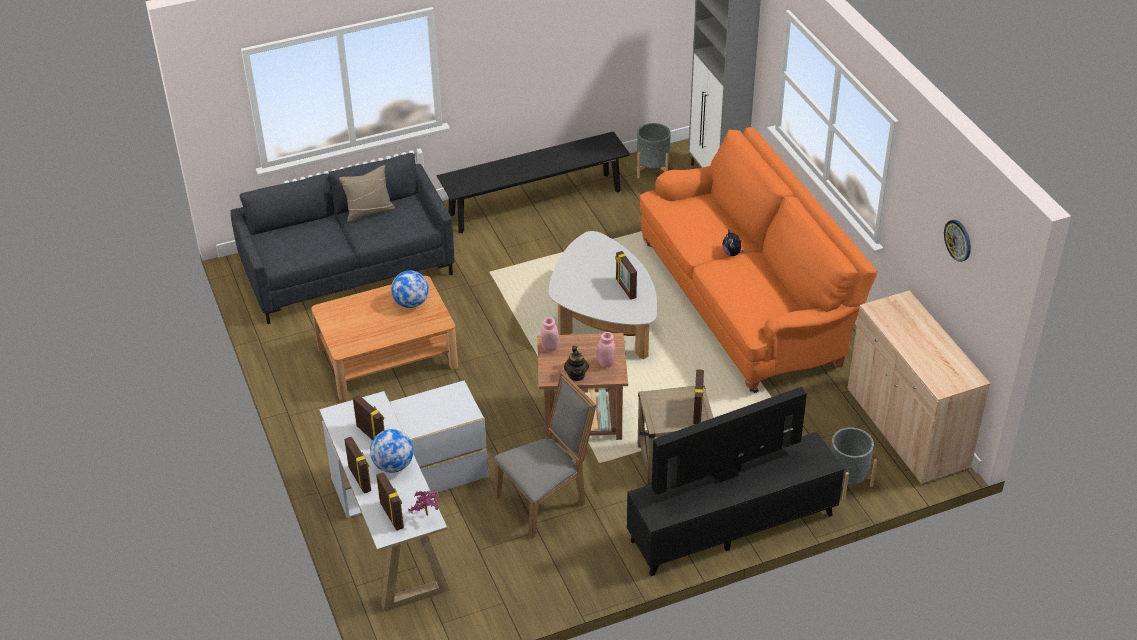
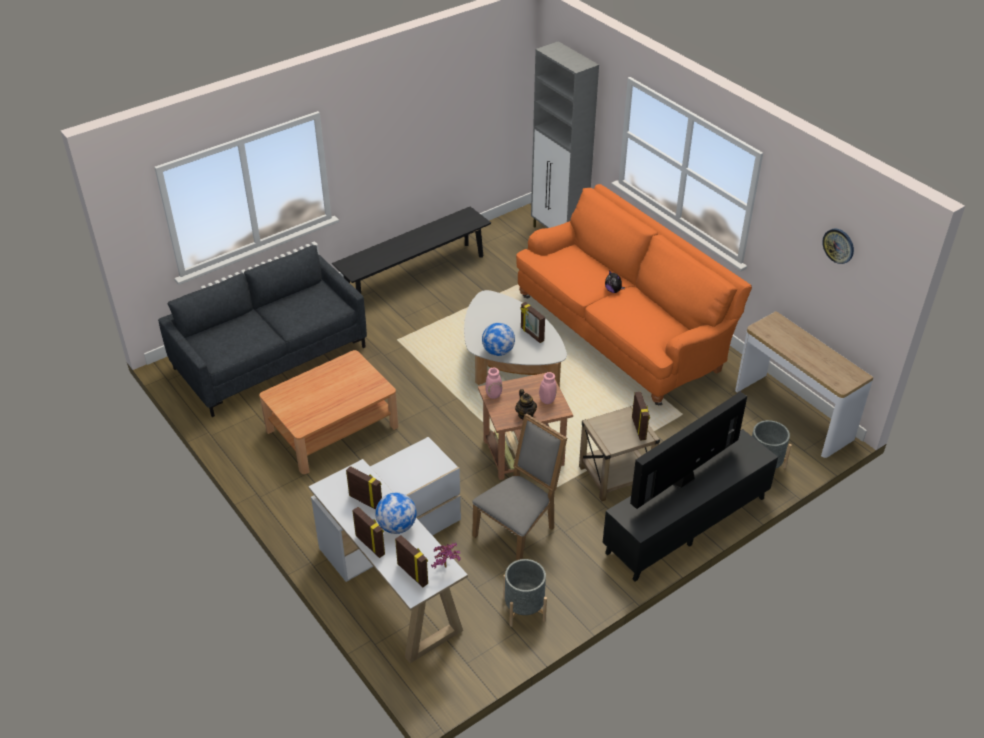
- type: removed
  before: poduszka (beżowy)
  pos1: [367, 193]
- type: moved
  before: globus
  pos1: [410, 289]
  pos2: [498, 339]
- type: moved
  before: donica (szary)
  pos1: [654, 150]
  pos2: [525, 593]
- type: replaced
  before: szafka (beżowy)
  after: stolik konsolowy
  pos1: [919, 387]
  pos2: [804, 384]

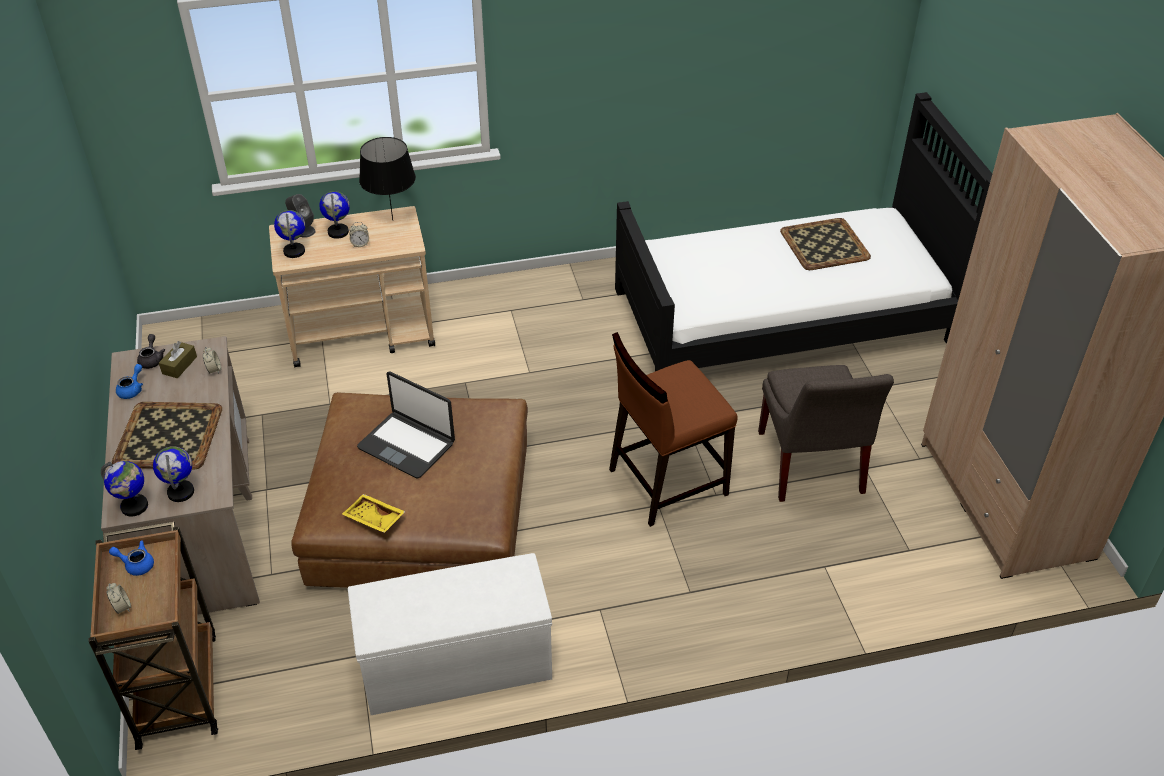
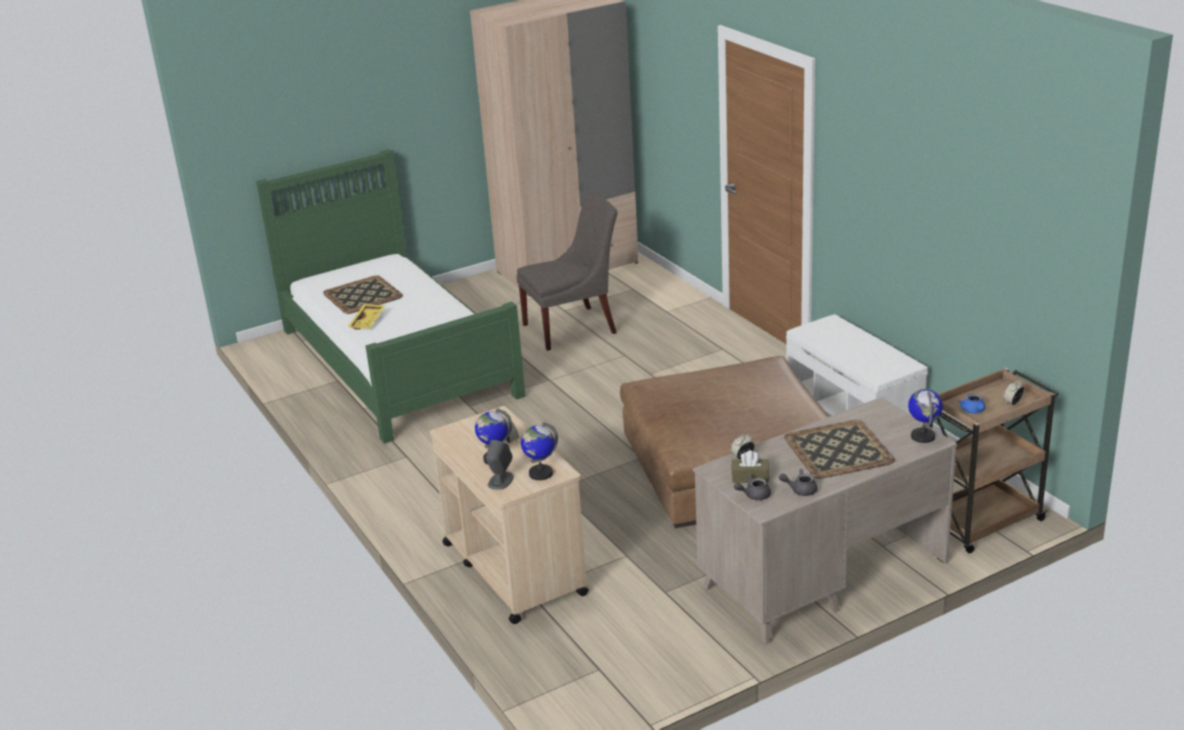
- type: recoloured
  before: imbryk (niebieski)
  after: imbryk (szary)
  pos1: [129, 381]
  pos2: [798, 482]
- type: removed
  before: globus
  pos1: [173, 474]
- type: moved
  before: taca (żółty)
  pos1: [374, 513]
  pos2: [366, 317]
- type: removed
  before: laptop
  pos1: [406, 425]
- type: removed
  before: lampa stołowa (czarny)
  pos1: [387, 179]
- type: removed
  before: krzesło (brązowy)
  pos1: [673, 429]
- type: recoloured
  before: łóżko (czarny)
  after: łóżko (zielony)
  pos1: [803, 231]
  pos2: [391, 296]

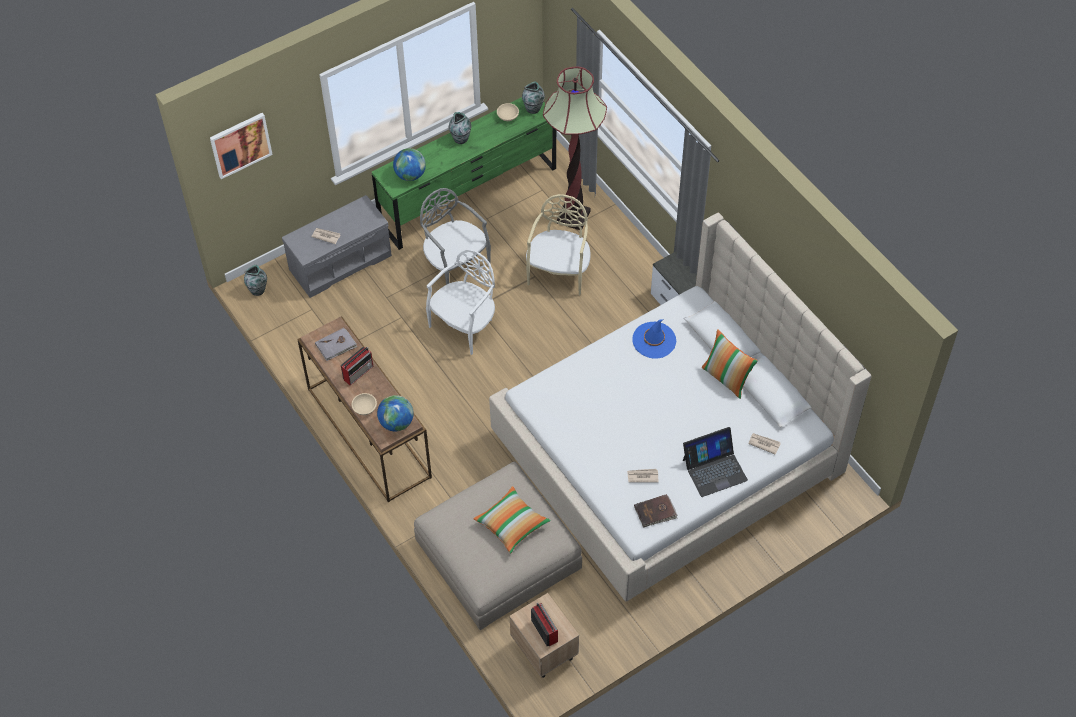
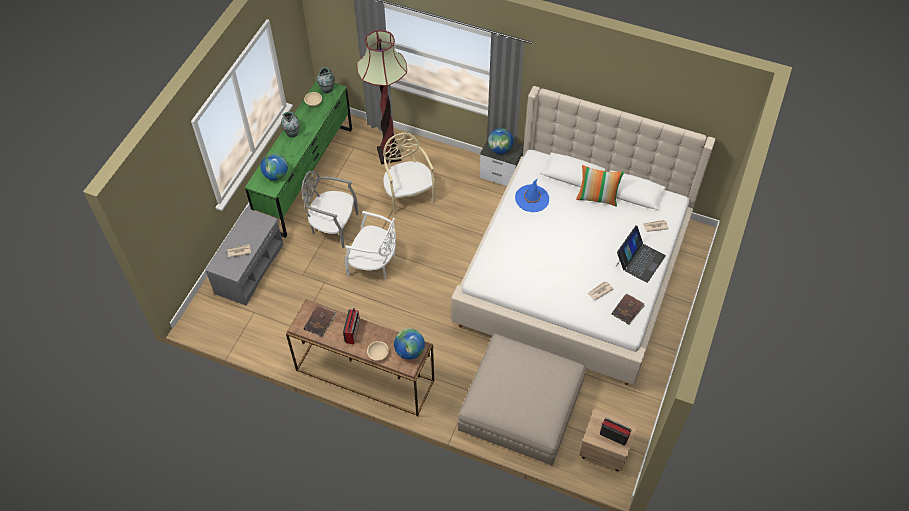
- type: removed
  before: obraz
  pos1: [241, 146]
- type: removed
  before: wazon
  pos1: [255, 280]
- type: recoloured
  before: książka (szary)
  after: książka (brązowy)
  pos1: [336, 344]
  pos2: [320, 321]
- type: turned
  before: krzesło (biały)
  pos1: [460, 302]
  pos2: [370, 245]
  turn: 105
- type: removed
  before: poduszka
  pos1: [512, 520]
- type: added
  after: globus
  pos2: [501, 141]

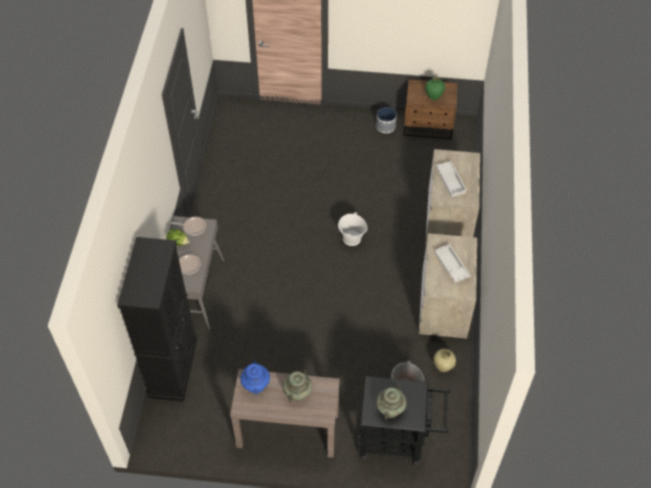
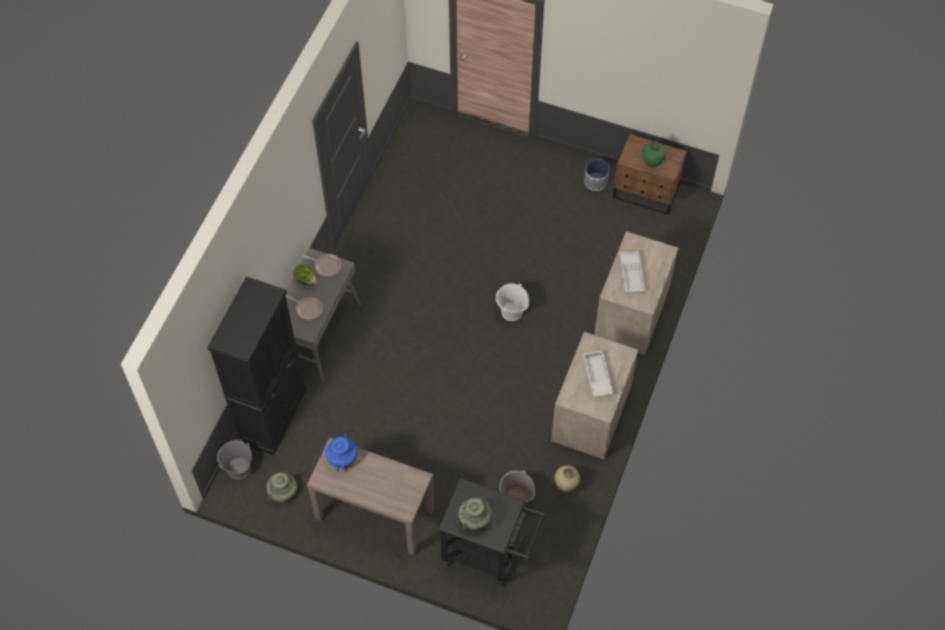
- type: moved
  before: wazon (turkusowy)
  pos1: [298, 386]
  pos2: [281, 487]
- type: added
  after: wiadro (szary)
  pos2: [234, 459]

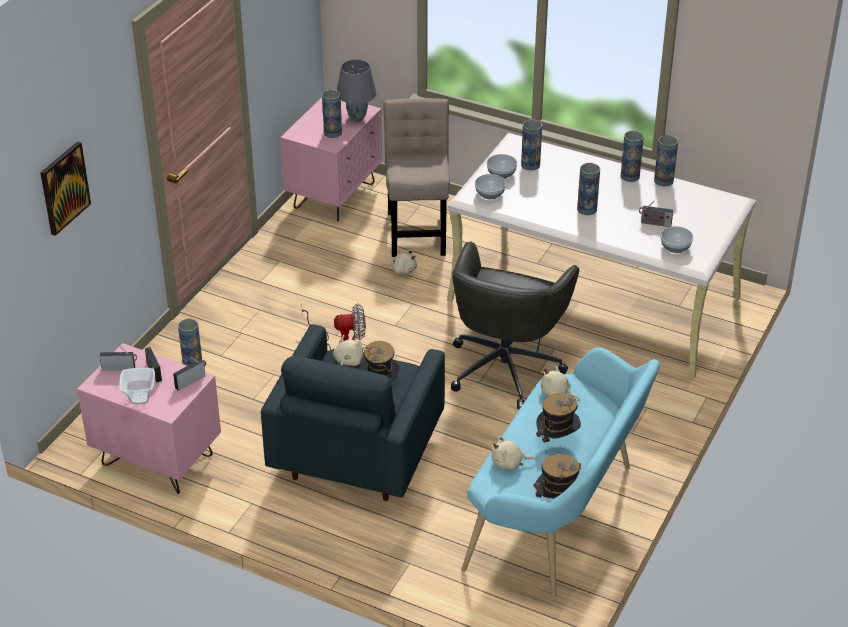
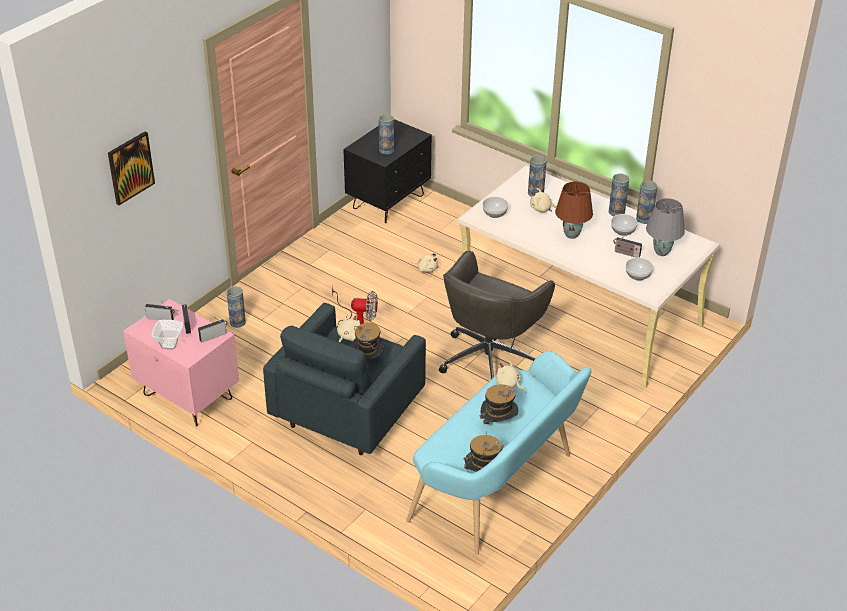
- type: recoloured
  before: szafka nocna (różowy)
  after: szafka nocna (czarny)
  pos1: [331, 159]
  pos2: [387, 171]
- type: moved
  before: lampa stołowa (szary)
  pos1: [357, 90]
  pos2: [665, 227]
- type: removed
  before: krzesło (beżowy)
  pos1: [416, 177]
- type: moved
  before: miska
  pos1: [502, 166]
  pos2: [624, 225]
- type: moved
  before: pluszak (beżowy)
  pos1: [513, 453]
  pos2: [543, 200]
- type: replaced
  before: wazon
  after: lampa stołowa (brązowy)
  pos1: [588, 189]
  pos2: [574, 210]

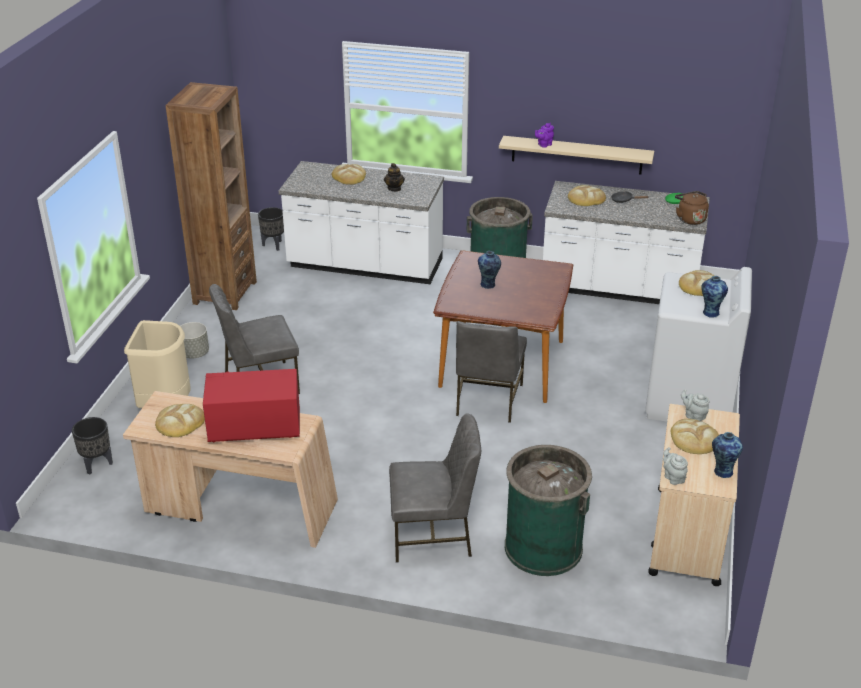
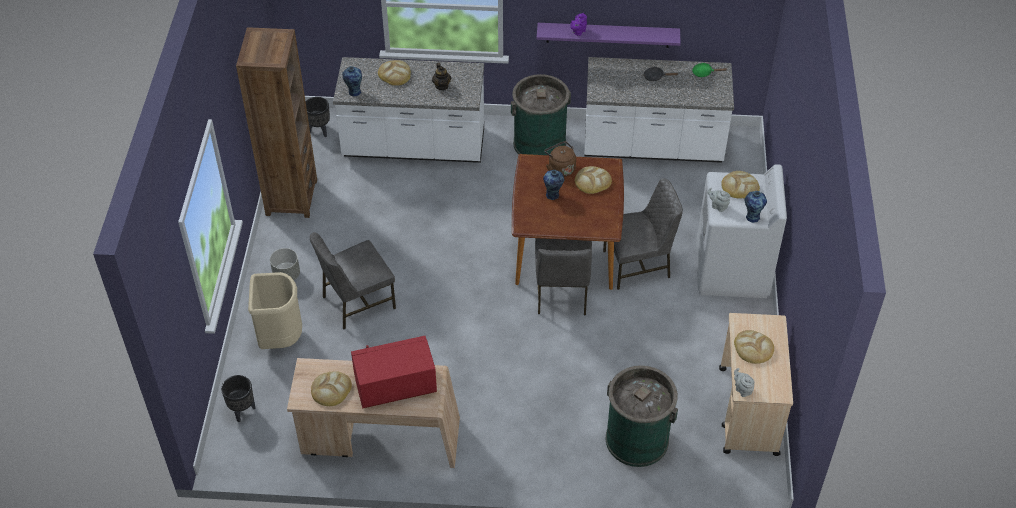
- type: moved
  before: krzesło (szary)
  pos1: [435, 487]
  pos2: [643, 234]
- type: recoloured
  before: półka (beżowy)
  after: półka (fioletowy)
  pos1: [576, 155]
  pos2: [608, 35]
- type: moved
  before: chleb
  pos1: [587, 195]
  pos2: [593, 180]
- type: moved
  before: czajnik (brązowy)
  pos1: [692, 208]
  pos2: [560, 159]
- type: moved
  before: imbryk (szary)
  pos1: [695, 405]
  pos2: [718, 200]
- type: moved
  before: wazon
  pos1: [727, 455]
  pos2: [352, 81]

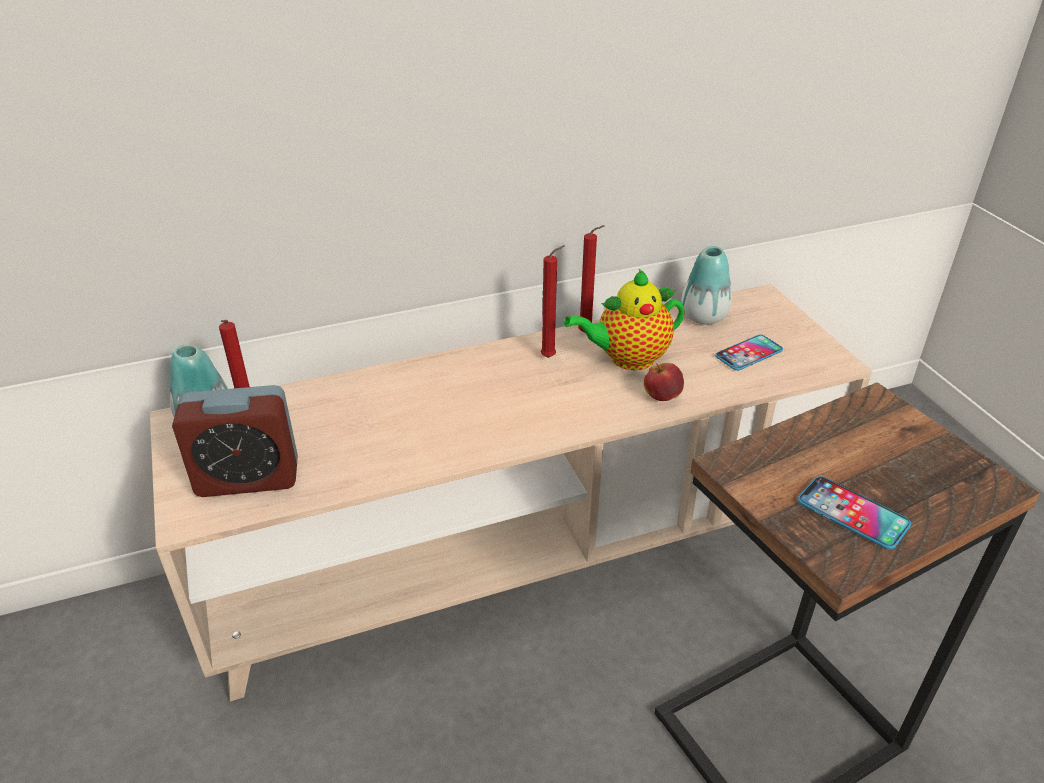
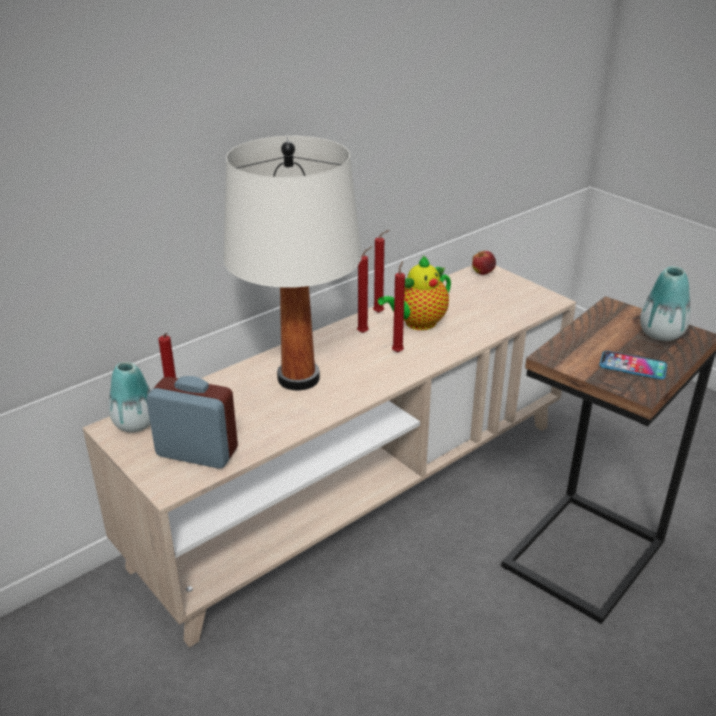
- type: turned
  before: budzik
  pos1: [235, 441]
  pos2: [192, 422]
  turn: -135
- type: moved
  before: jabłko
  pos1: [664, 382]
  pos2: [484, 263]
- type: moved
  before: wazon
  pos1: [706, 285]
  pos2: [665, 303]
- type: removed
  before: telefon
  pos1: [749, 353]
- type: added
  after: lampa stołowa (biały)
  pos2: [292, 263]
- type: added
  after: świeca (czerwony)
  pos2: [398, 306]

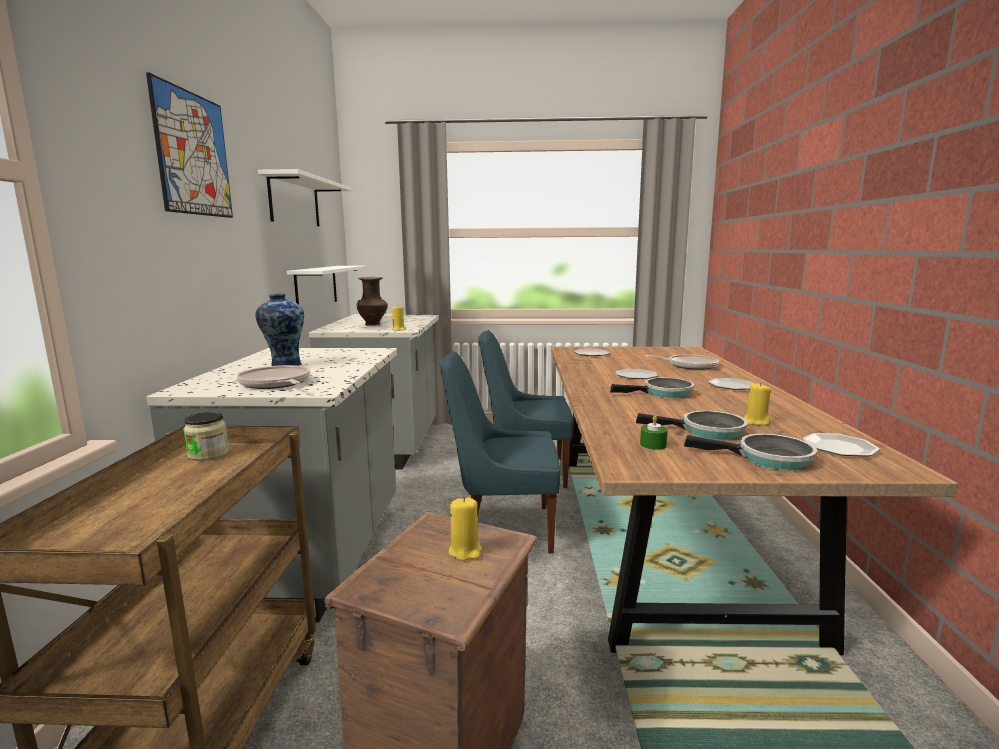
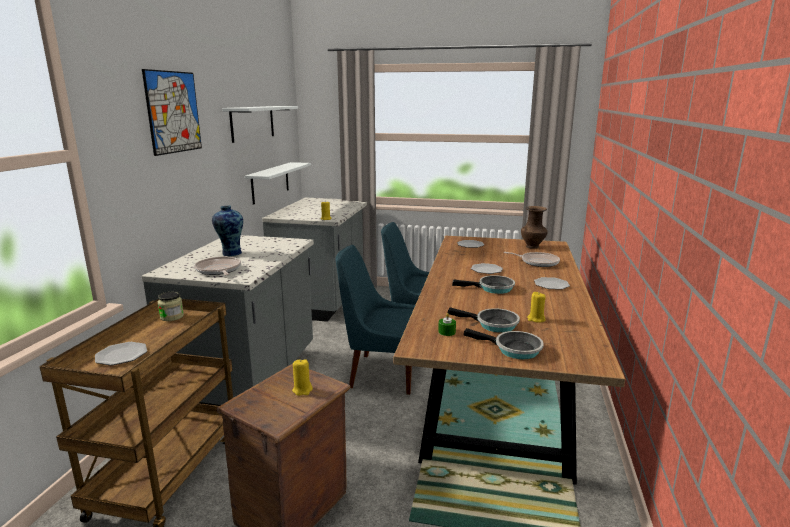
- type: moved
  before: wazon (brązowy)
  pos1: [371, 301]
  pos2: [534, 227]
- type: moved
  before: talerz
  pos1: [841, 445]
  pos2: [121, 354]

